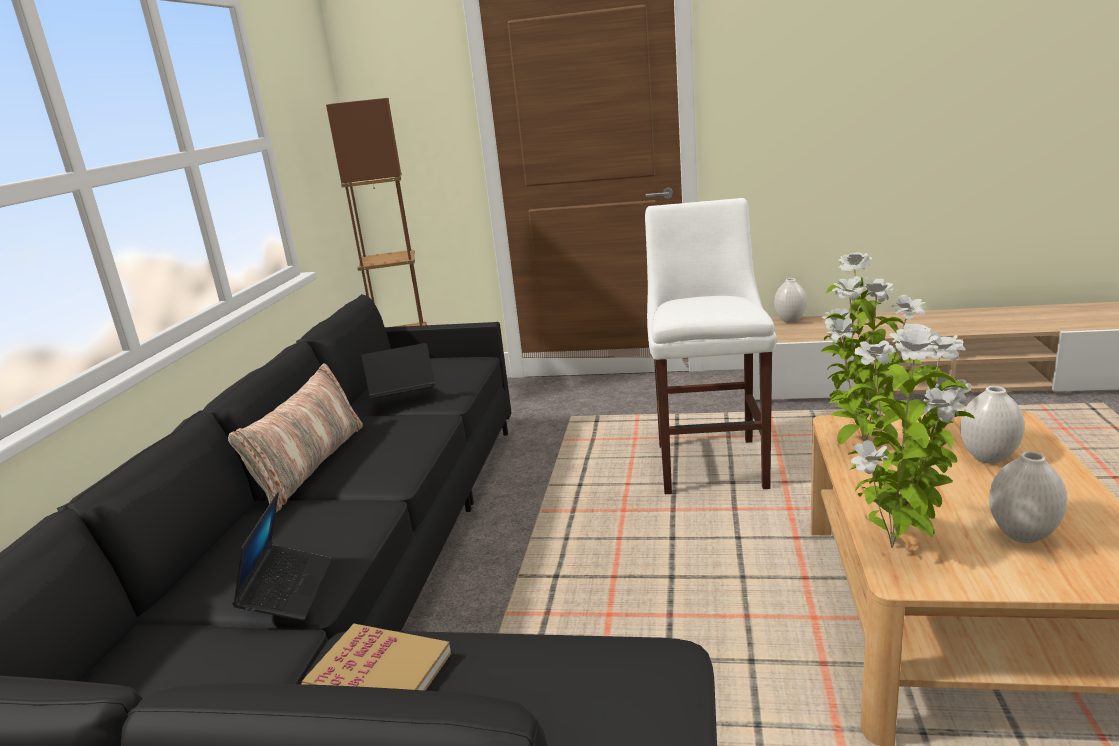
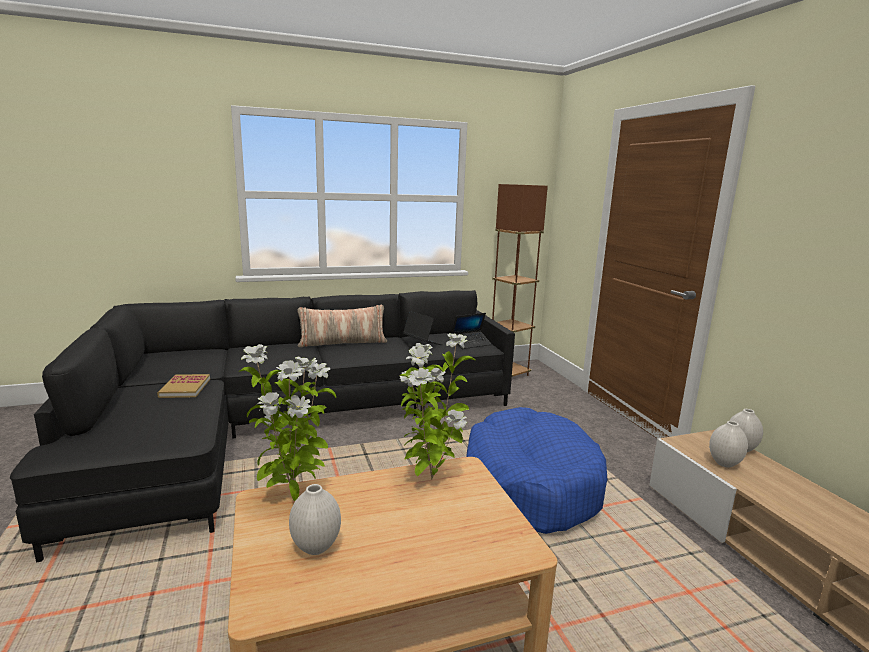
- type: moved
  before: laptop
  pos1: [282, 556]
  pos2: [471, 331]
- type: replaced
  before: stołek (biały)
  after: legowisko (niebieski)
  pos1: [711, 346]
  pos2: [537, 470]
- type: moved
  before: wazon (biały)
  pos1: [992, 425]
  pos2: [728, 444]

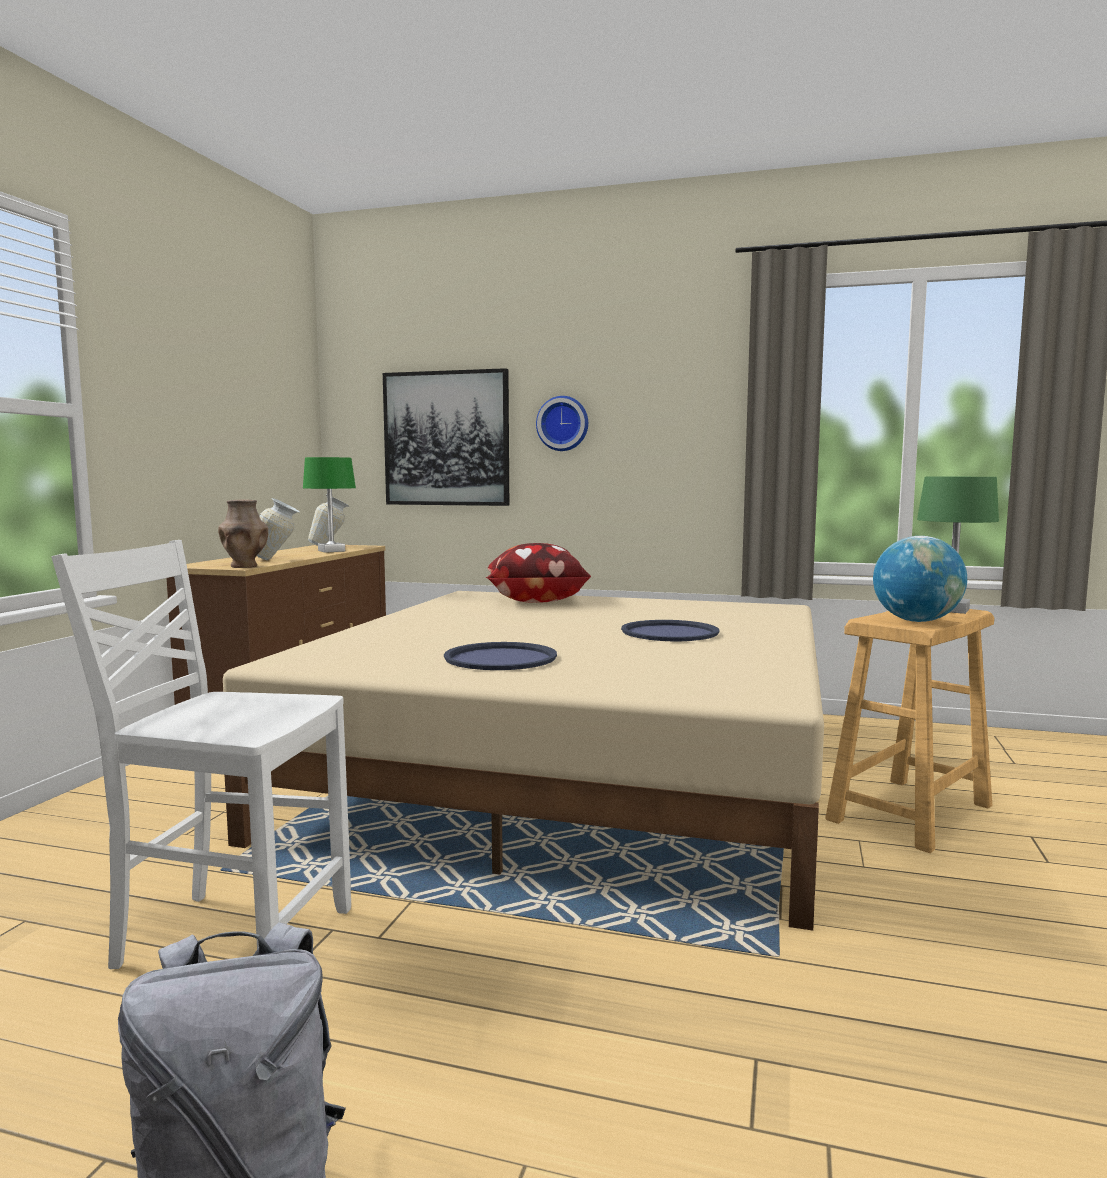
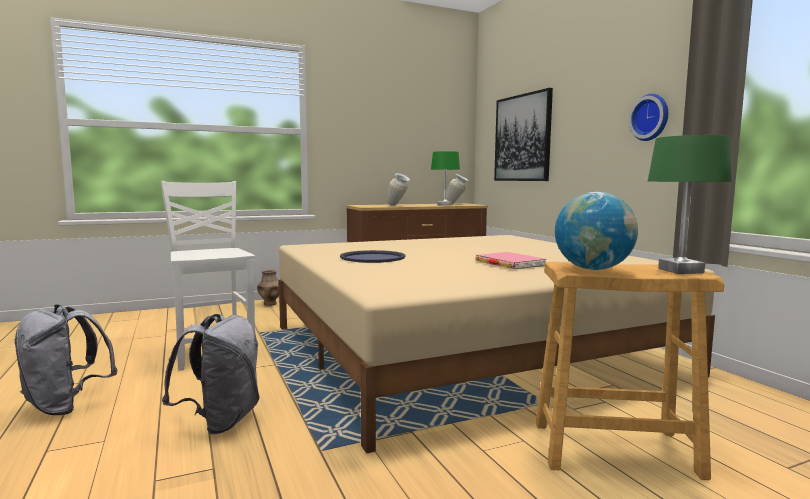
- type: moved
  before: wazon (brązowy)
  pos1: [243, 534]
  pos2: [268, 288]
- type: removed
  before: poduszka
  pos1: [538, 573]
- type: moved
  before: zegar ścienny
  pos1: [562, 423]
  pos2: [648, 117]
- type: replaced
  before: taca (niebieski)
  after: książka (różowy)
  pos1: [670, 630]
  pos2: [510, 260]
- type: added
  after: plecak (szary)
  pos2: [210, 374]

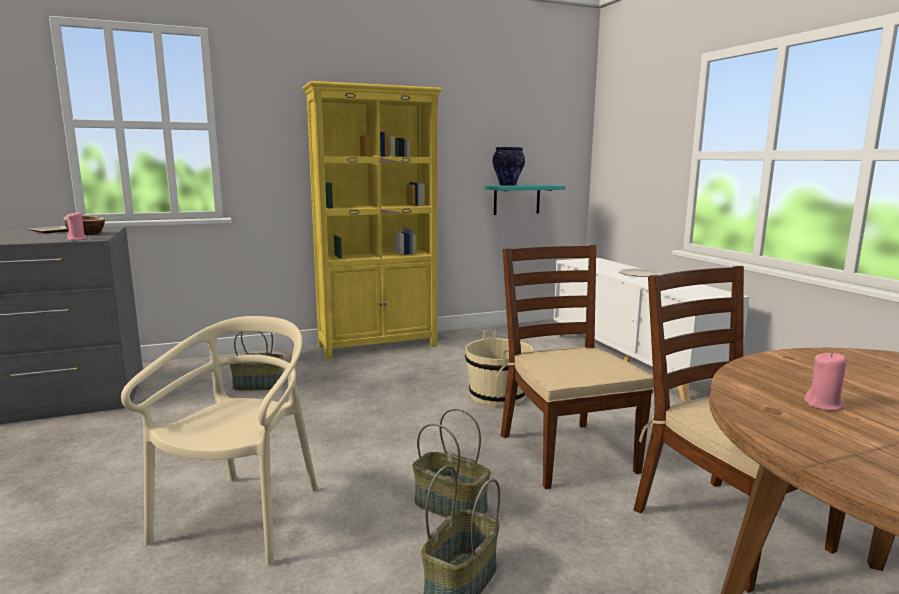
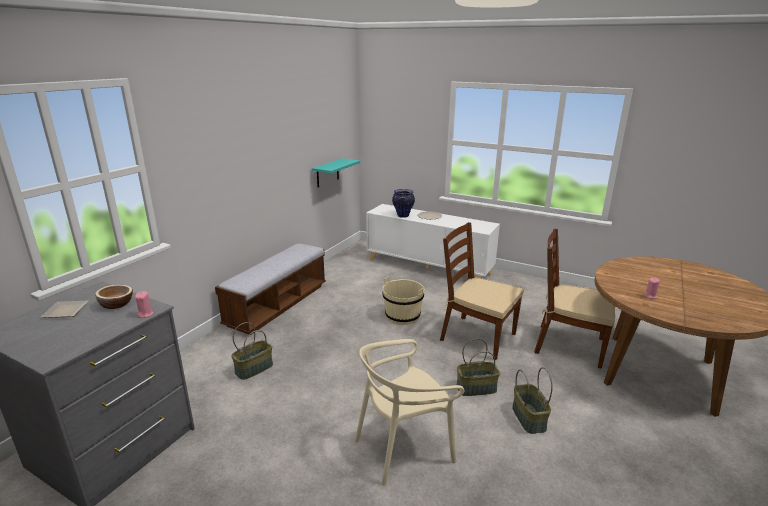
- type: turned
  before: krzesło (beżowy)
  pos1: [219, 441]
  pos2: [409, 412]
  turn: -90
- type: replaced
  before: regał (żółty)
  after: ławka
  pos1: [372, 220]
  pos2: [270, 289]
- type: moved
  before: wazon
  pos1: [508, 166]
  pos2: [403, 203]

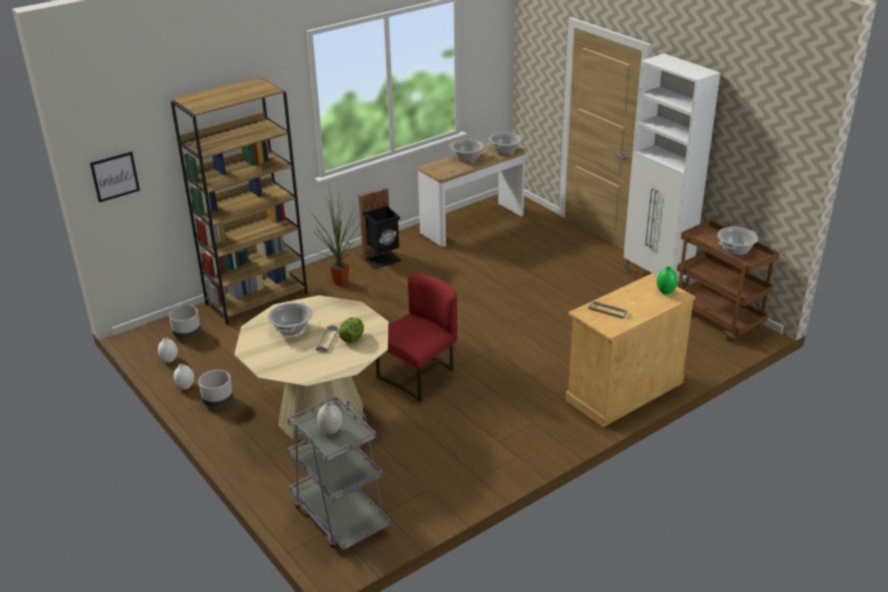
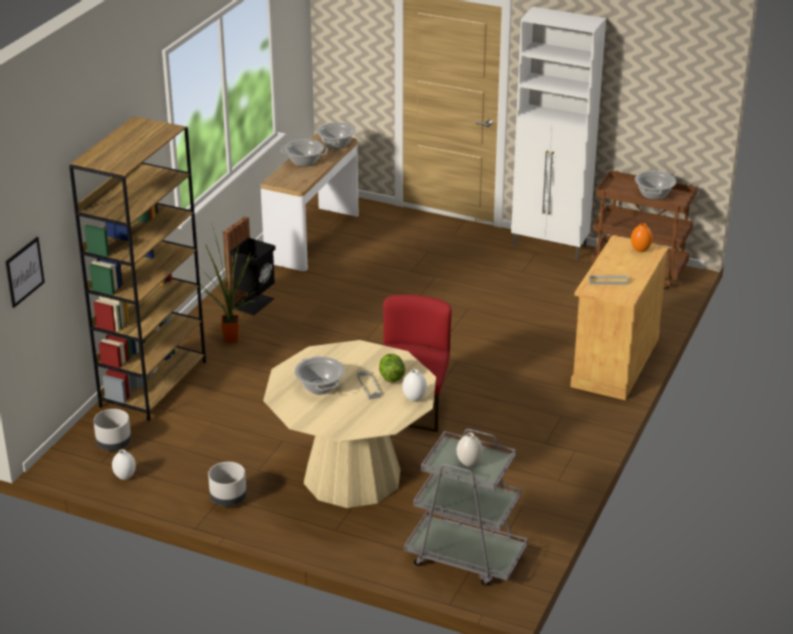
- type: moved
  before: wazon (biały)
  pos1: [184, 377]
  pos2: [414, 385]
- type: recoloured
  before: wazon (zielony)
  after: wazon (pomarańczowy)
  pos1: [667, 280]
  pos2: [642, 237]

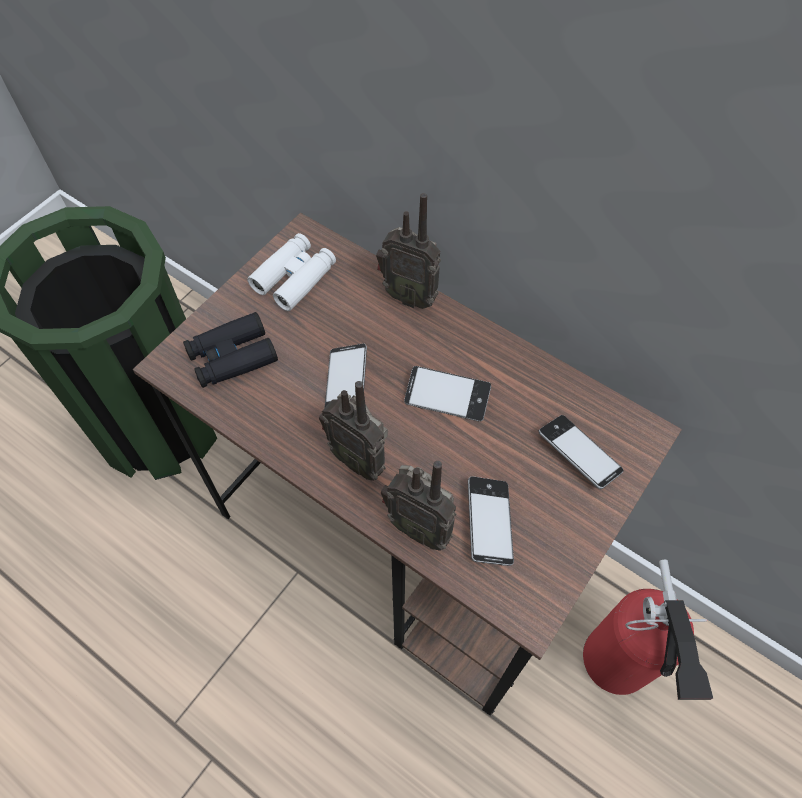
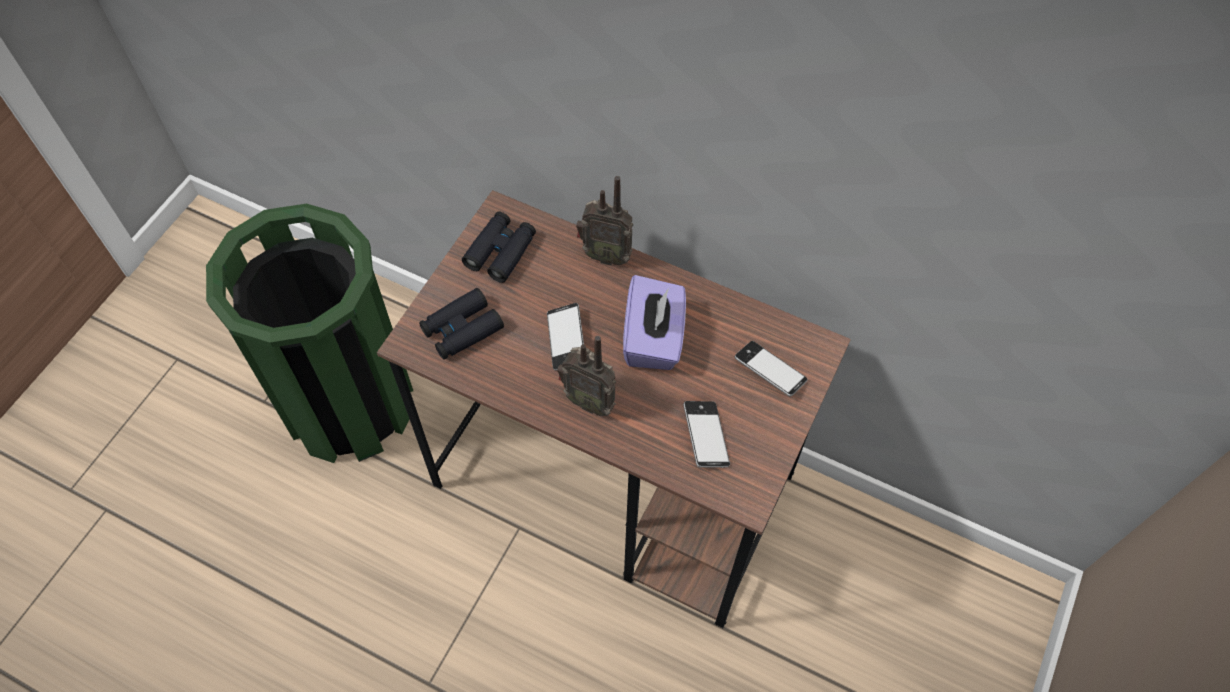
- type: recoloured
  before: lornetka (biały)
  after: lornetka (czarny)
  pos1: [291, 272]
  pos2: [499, 247]
- type: removed
  before: radio
  pos1: [419, 506]
- type: replaced
  before: telefon
  after: pudełko chusteczek (fioletowy)
  pos1: [447, 394]
  pos2: [654, 322]
- type: removed
  before: gaśnica
  pos1: [648, 630]

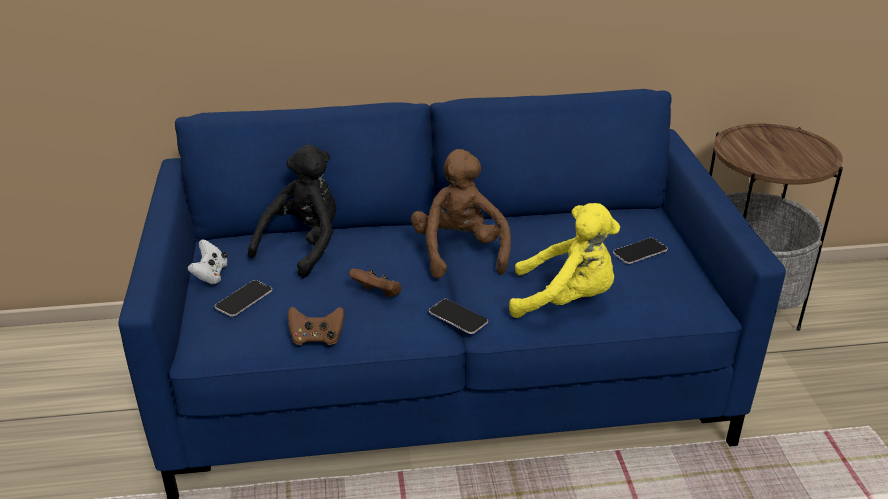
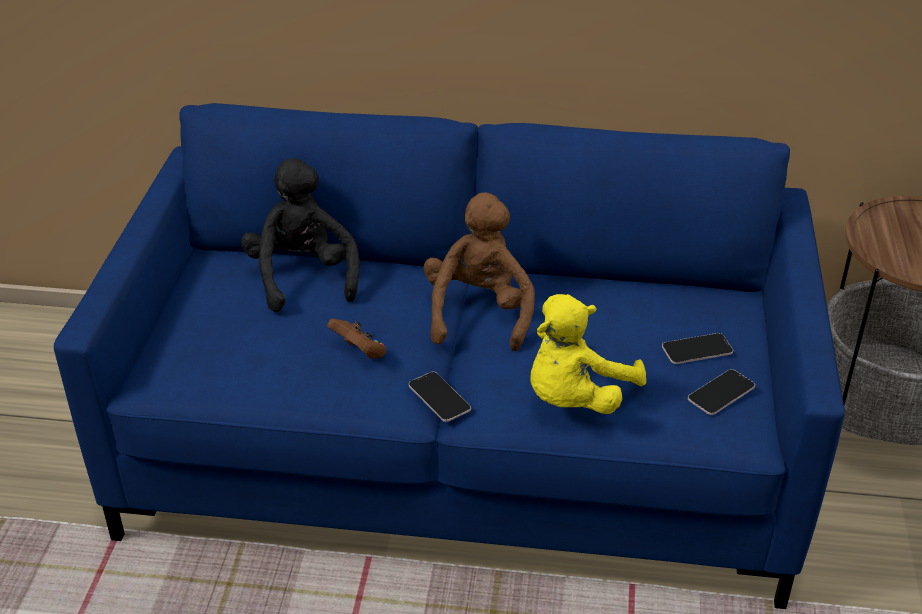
- type: removed
  before: pad do gier (biały)
  pos1: [207, 261]
- type: moved
  before: telefon
  pos1: [243, 298]
  pos2: [721, 392]
- type: turned
  before: pluszak (czarny)
  pos1: [292, 211]
  pos2: [300, 235]
  turn: -60
- type: removed
  before: pad do gier (brązowy)
  pos1: [316, 326]
- type: turned
  before: pluszak (żółty)
  pos1: [564, 260]
  pos2: [588, 354]
  turn: 105

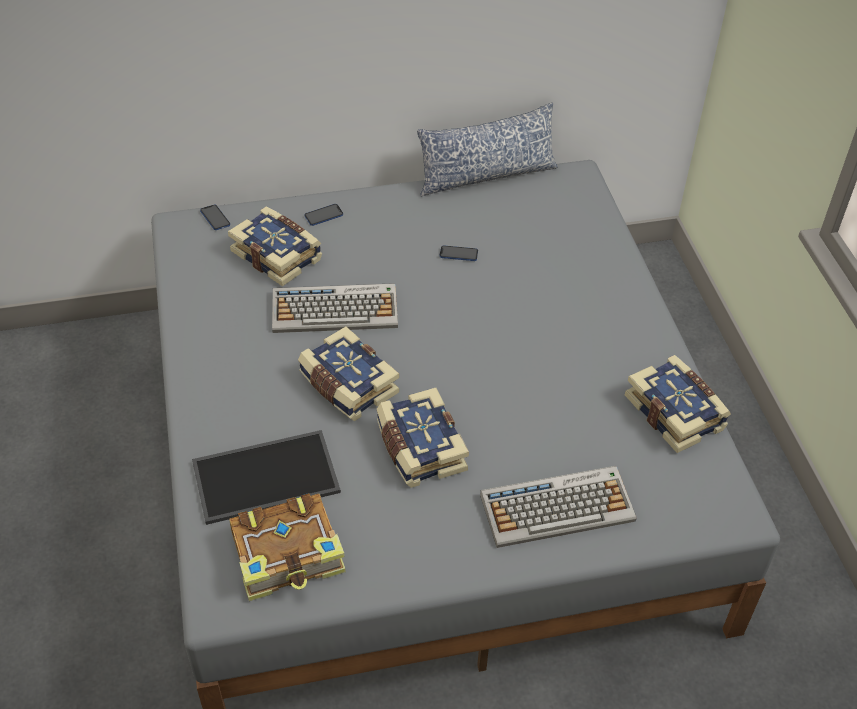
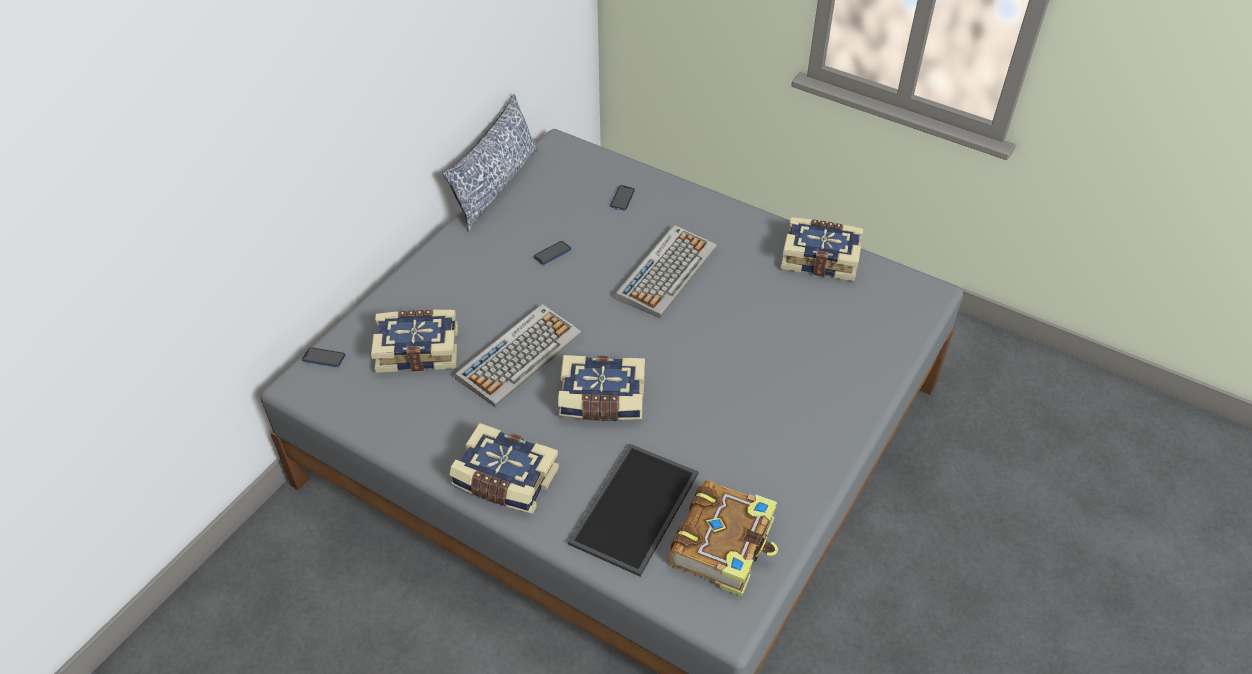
- type: moved
  before: telefon
  pos1: [324, 215]
  pos2: [622, 198]
- type: moved
  before: książka
  pos1: [423, 438]
  pos2: [504, 468]
- type: moved
  before: klawiatura
  pos1: [558, 507]
  pos2: [666, 271]

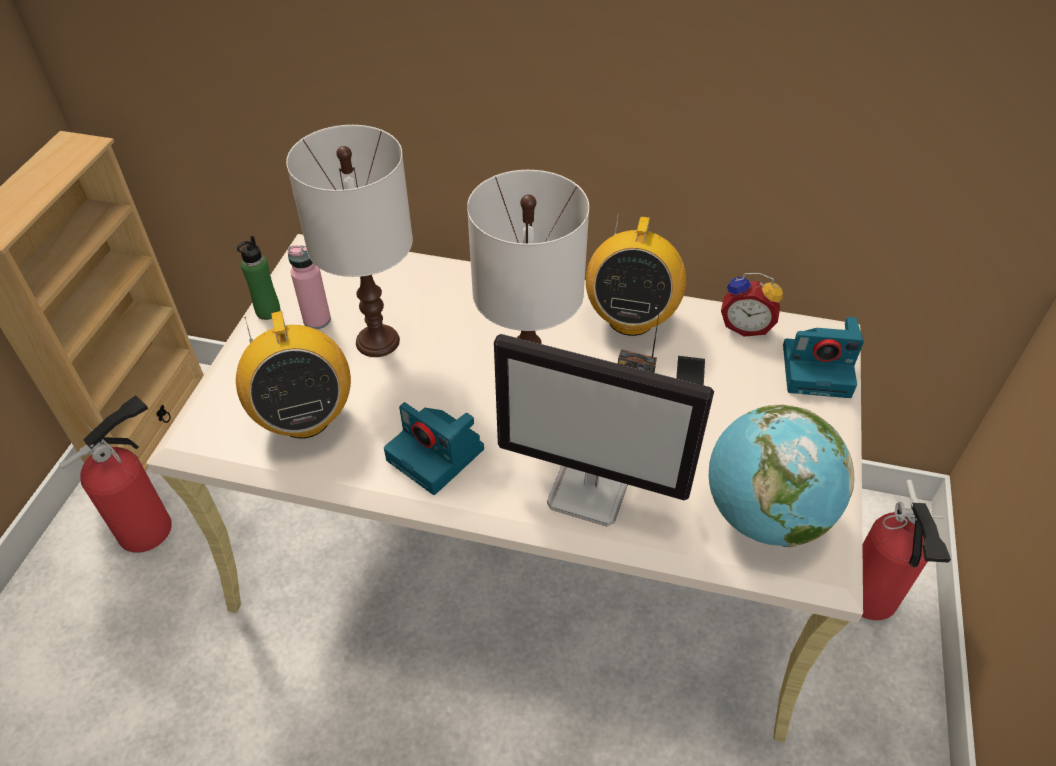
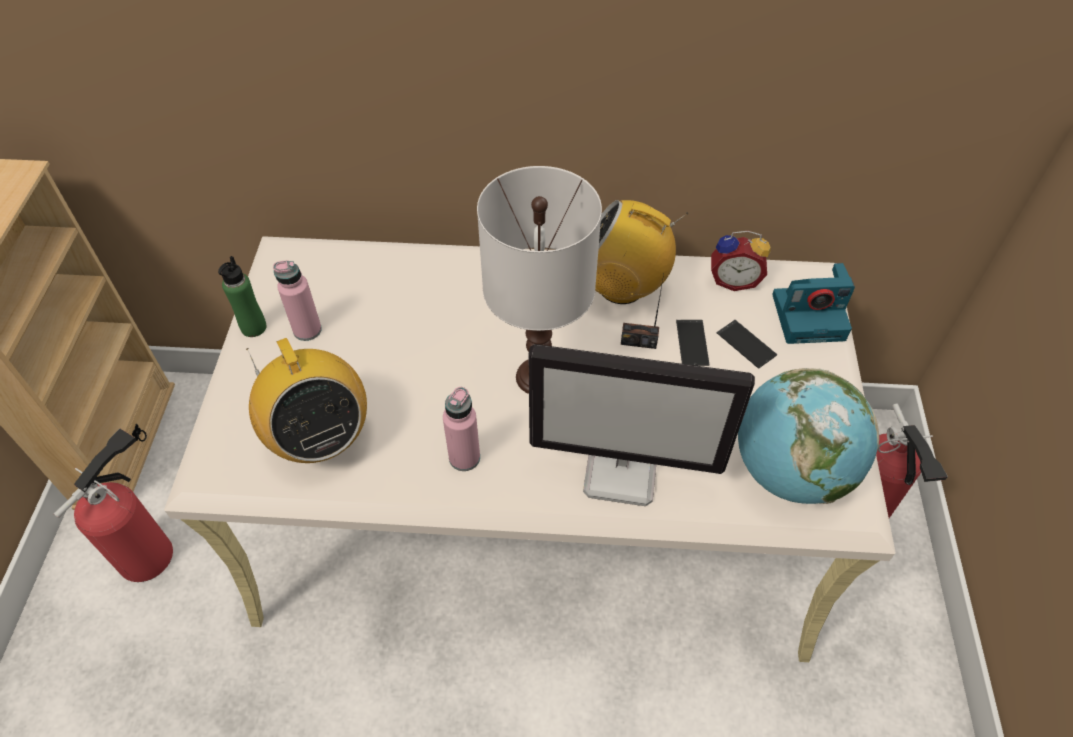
- type: removed
  before: lampa stołowa (biały)
  pos1: [349, 241]
- type: replaced
  before: aparat fotograficzny
  after: butelka (różowy)
  pos1: [434, 448]
  pos2: [461, 429]
- type: turned
  before: radio
  pos1: [636, 274]
  pos2: [641, 252]
  turn: 105
- type: added
  after: telefon
  pos2: [747, 344]

